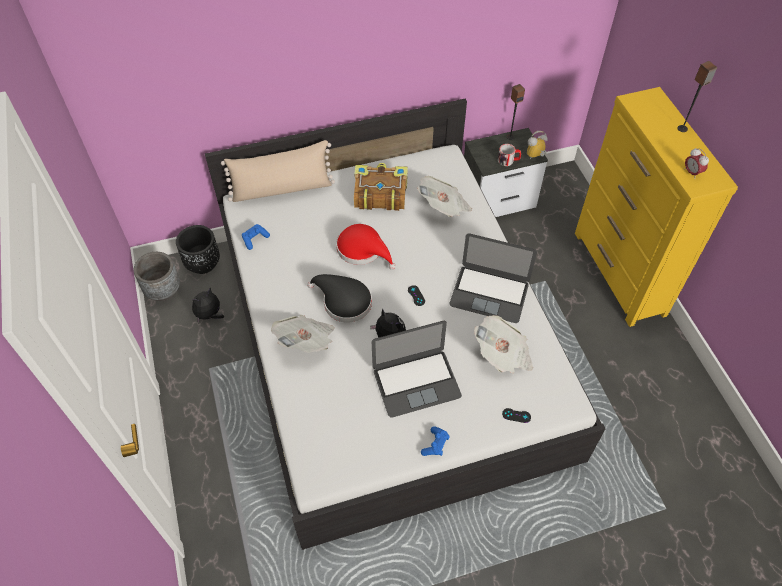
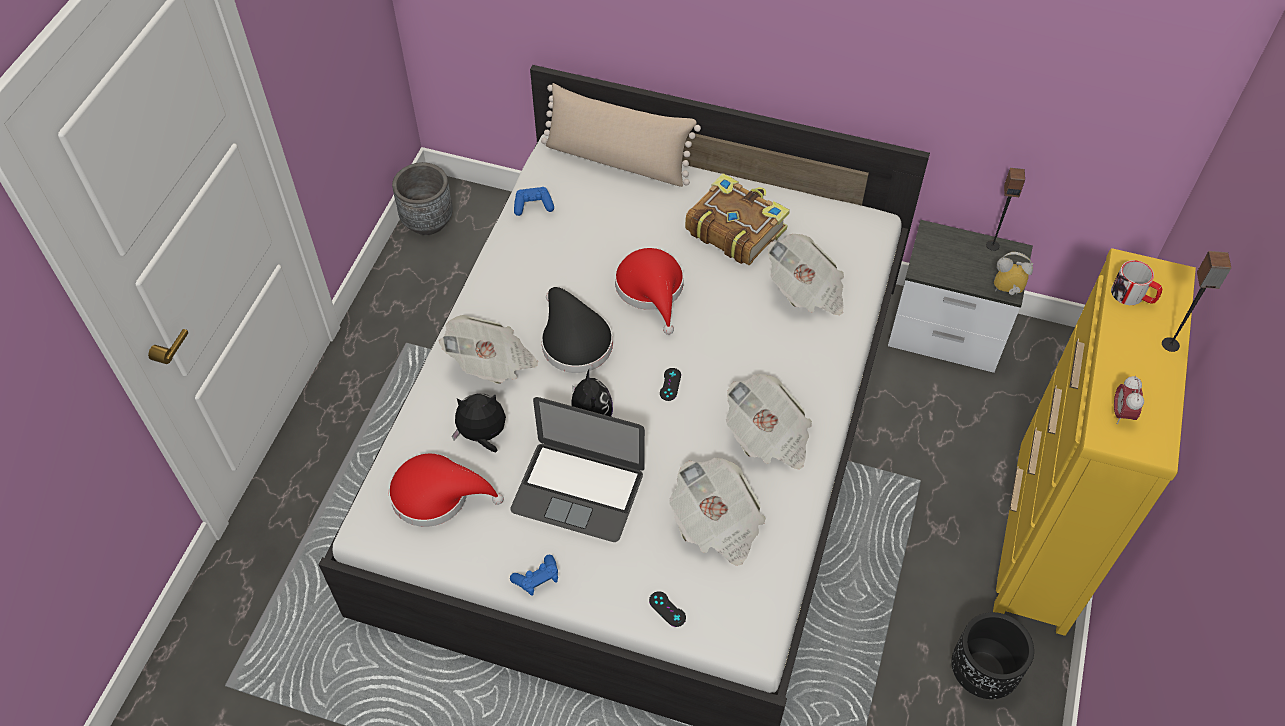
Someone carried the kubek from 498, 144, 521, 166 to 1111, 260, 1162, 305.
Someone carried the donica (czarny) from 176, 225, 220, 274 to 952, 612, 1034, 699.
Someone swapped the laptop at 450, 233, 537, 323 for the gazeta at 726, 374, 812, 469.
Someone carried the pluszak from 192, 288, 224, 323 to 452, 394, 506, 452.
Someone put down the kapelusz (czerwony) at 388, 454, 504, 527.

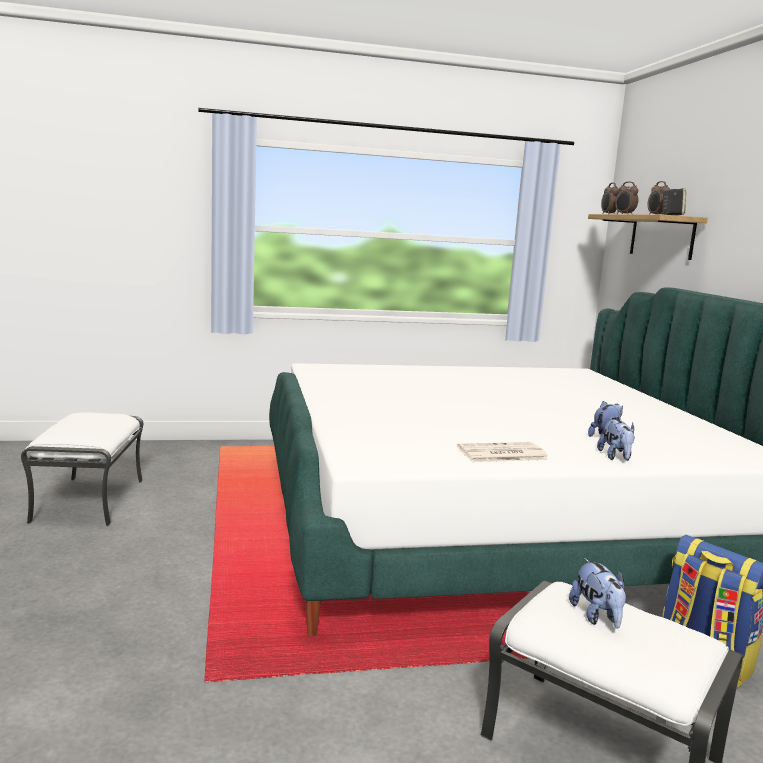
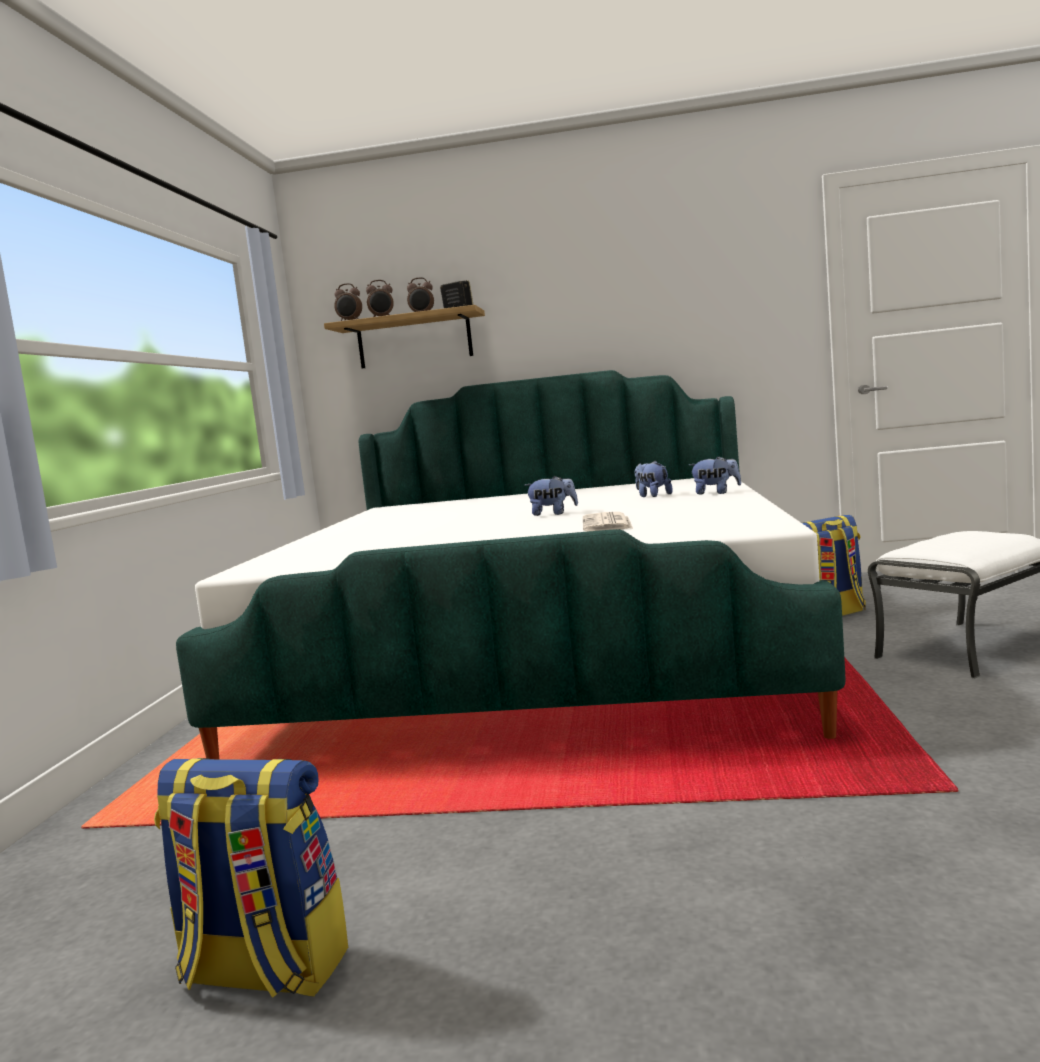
Someone swapped the pufa (biały) at 21, 412, 143, 526 for the plecak at 154, 758, 348, 998.
Someone carried the gazeta from 457, 442, 549, 462 to 583, 512, 633, 532.
Someone carried the pluszak from 569, 558, 626, 628 to 524, 476, 578, 516.

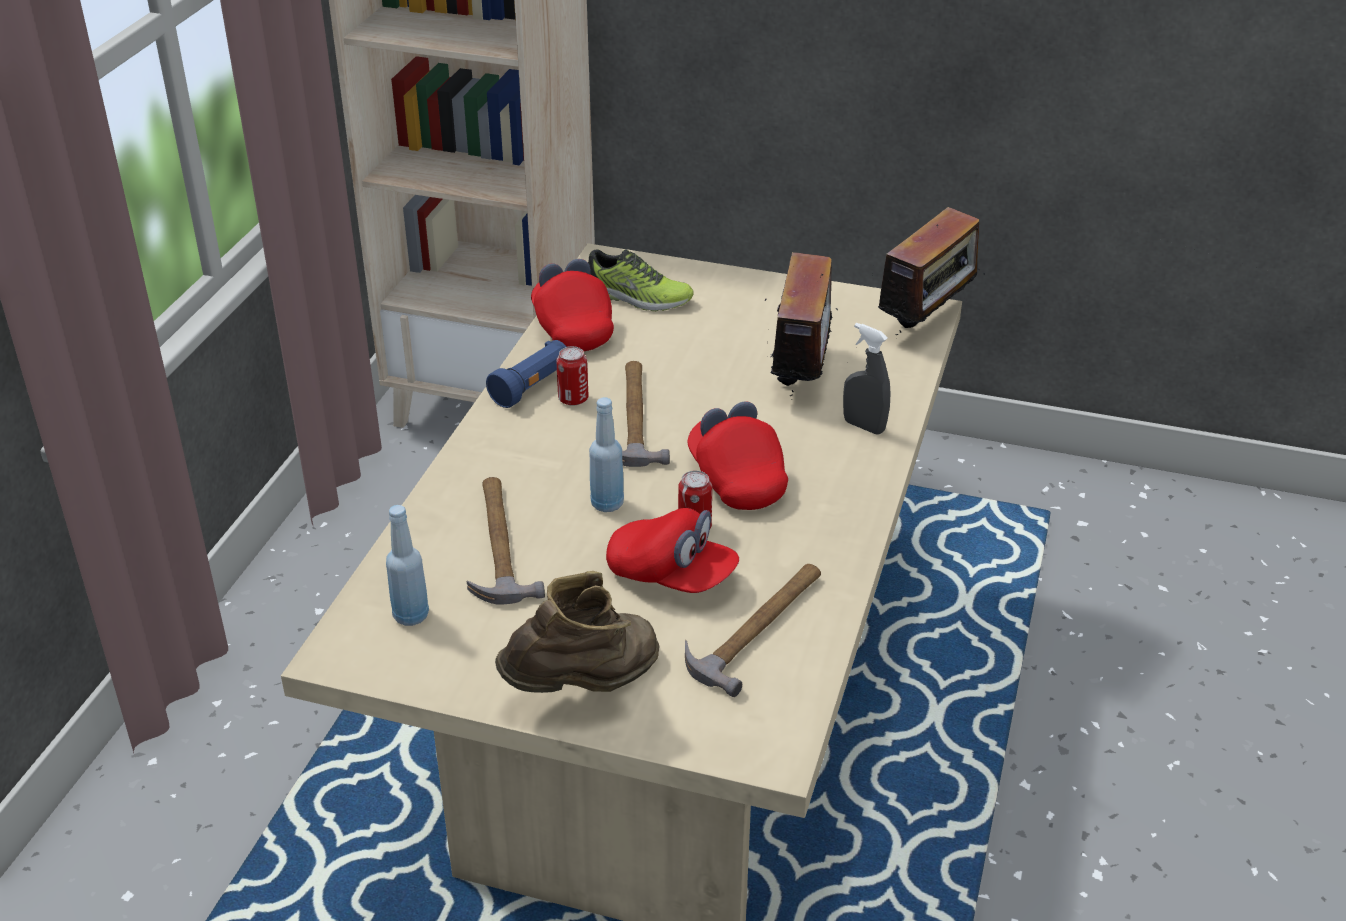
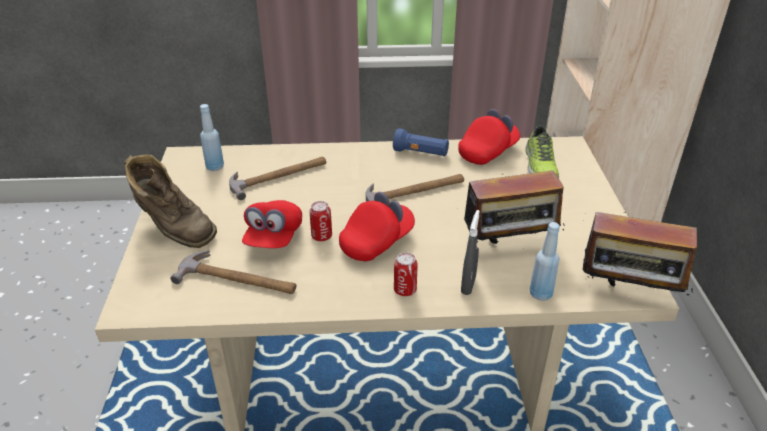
Someone carried the puszka from 557, 346, 588, 406 to 394, 252, 418, 296.
Someone carried the butelka (niebieski) from 589, 397, 624, 512 to 530, 222, 560, 301.

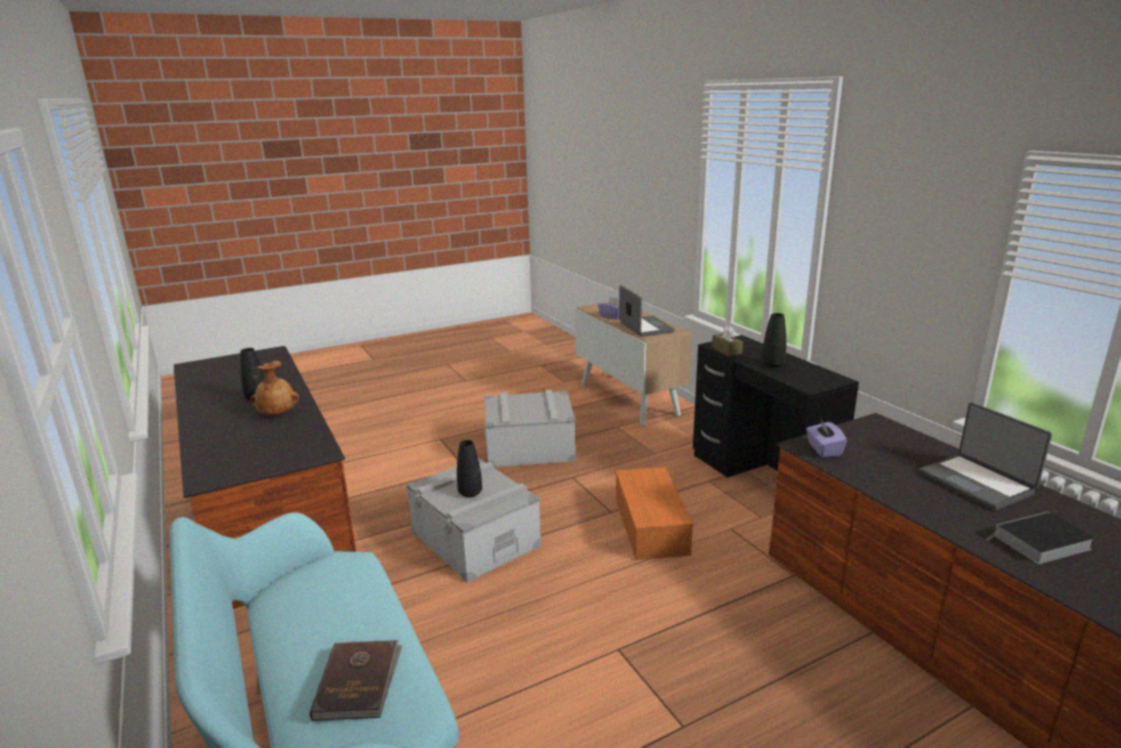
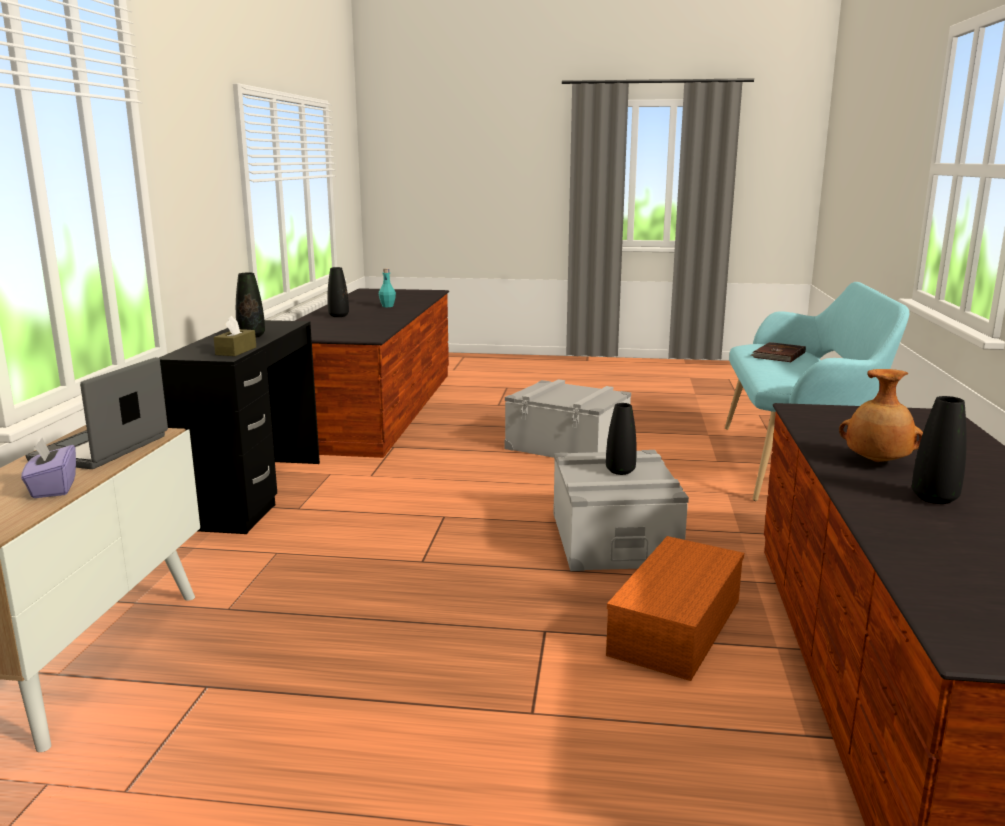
Someone carried the pojemnik do przechowywania (szary) from 485, 390, 576, 467 to 505, 379, 631, 458.
Someone swapped the laptop at 919, 402, 1052, 511 for the wazon (czarny) at 327, 267, 349, 317.
Someone took away the pudełko chusteczek (fioletowy) at 806, 418, 847, 457.
Someone carried the pojemnik do przechowywania (pomarańczowy) from 615, 467, 693, 560 to 606, 536, 744, 681.
Someone swapped the książka at 986, 512, 1095, 564 for the butelka (turkusowy) at 379, 268, 396, 307.

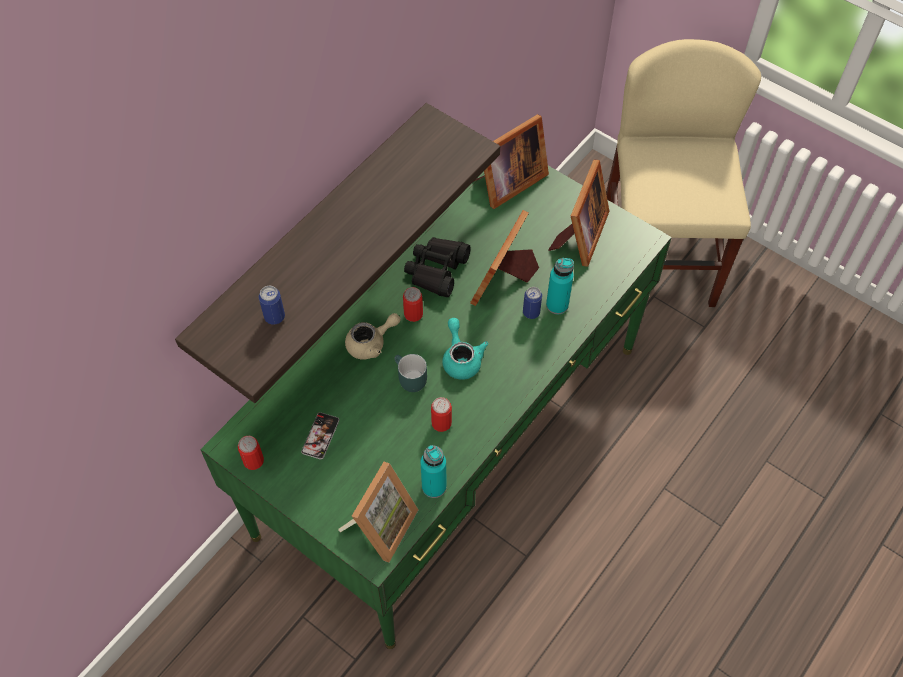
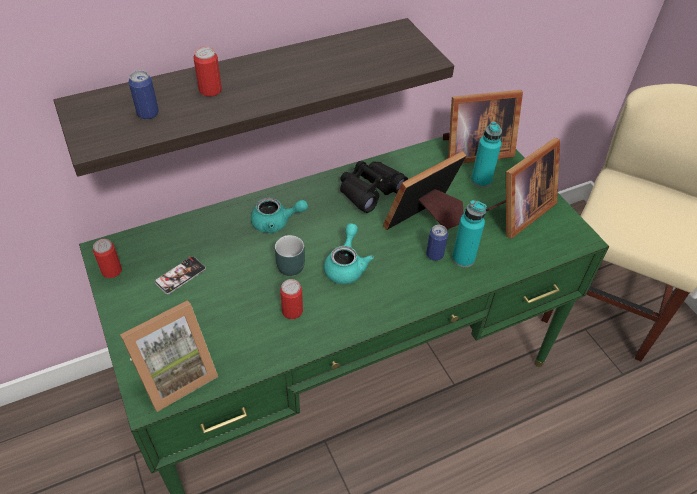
Someone carried the puszka from 403, 287, 423, 322 to 194, 47, 222, 97.
Someone repainted the imbryk (beżowy) at 345, 313, 400, 360, which became the imbryk (turkusowy) at 251, 197, 308, 233.
Someone carried the butelka (turkusowy) from 420, 445, 447, 498 to 471, 122, 502, 187.

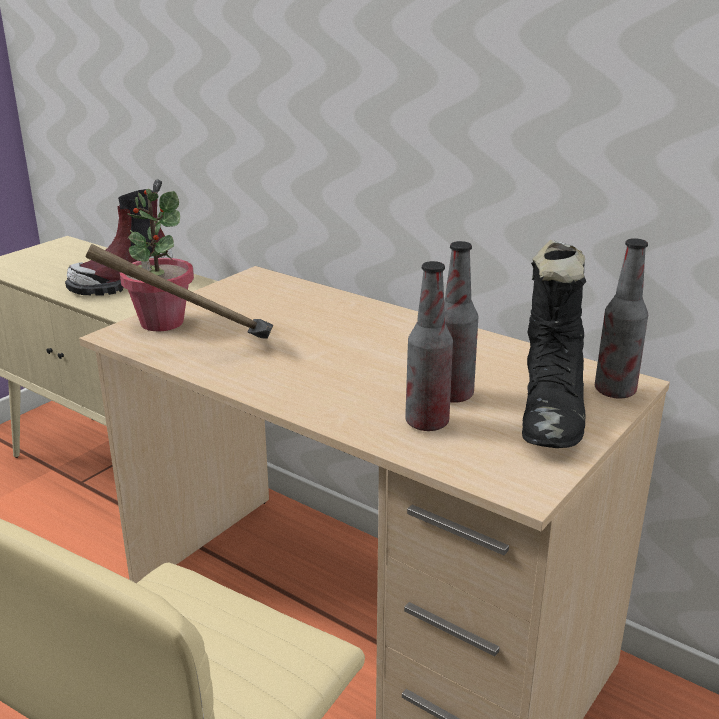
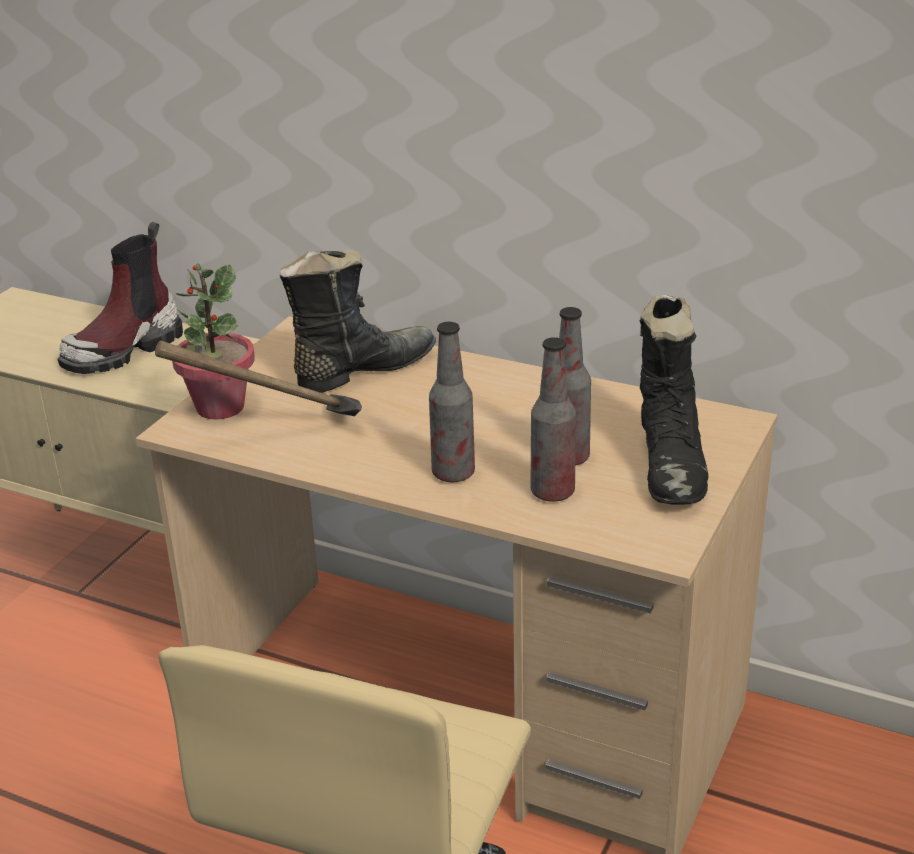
Someone carried the butelka from 595, 238, 648, 398 to 429, 322, 475, 482.
Someone put down the but z cholewką (czarny) at 280, 250, 436, 393.

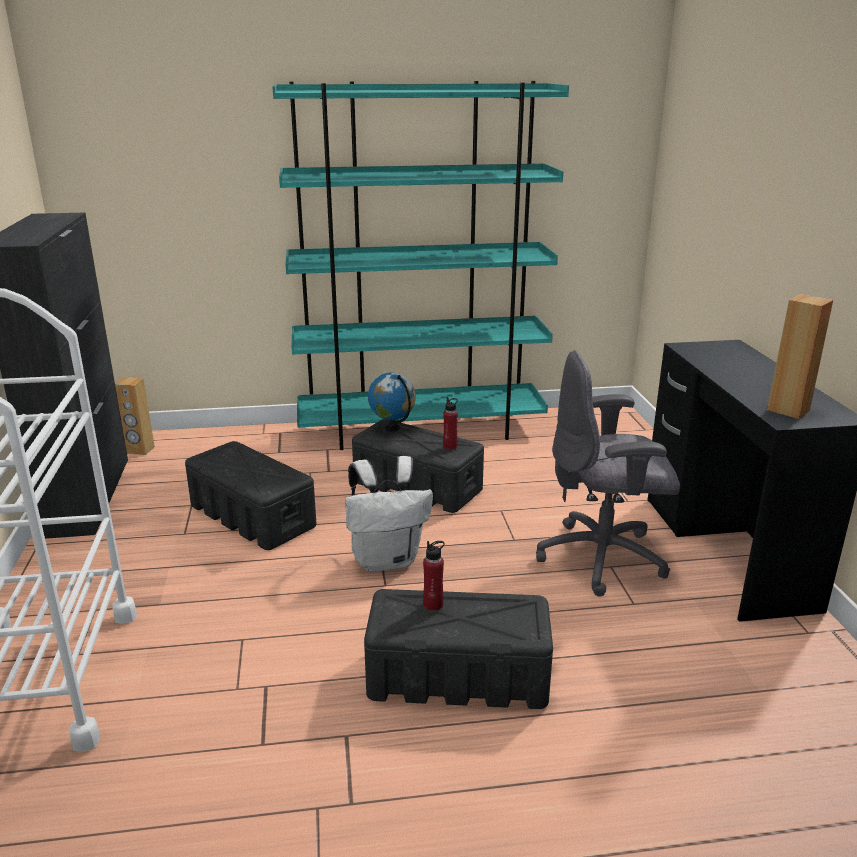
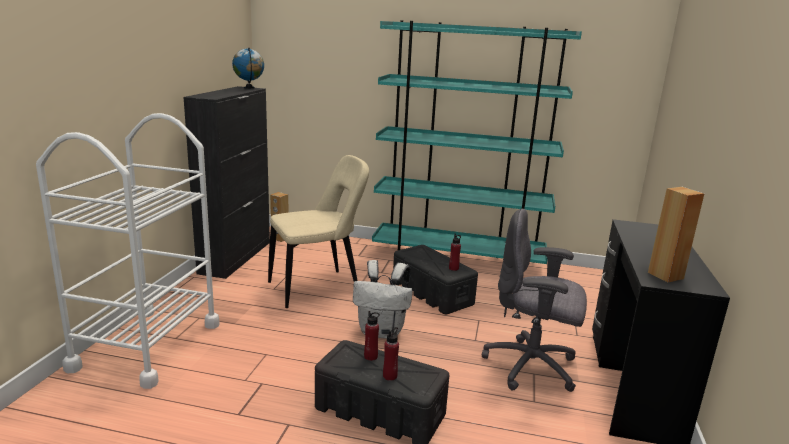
Someone carried the globus from 368, 373, 416, 432 to 232, 48, 264, 89.
Someone swapped the pojemnik do przechowywania (czarny) at 185, 441, 317, 550 for the krzesło (beżowy) at 268, 155, 369, 308.
Someone put down the butelka (czerwony) at 383, 327, 399, 381.

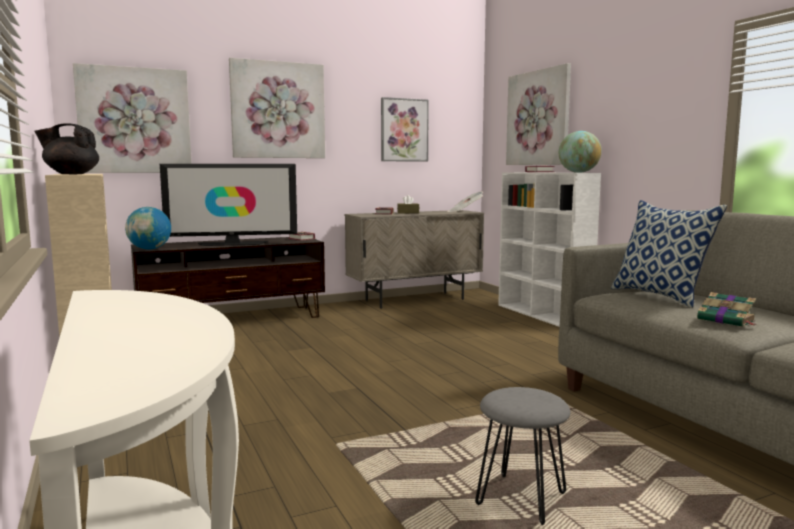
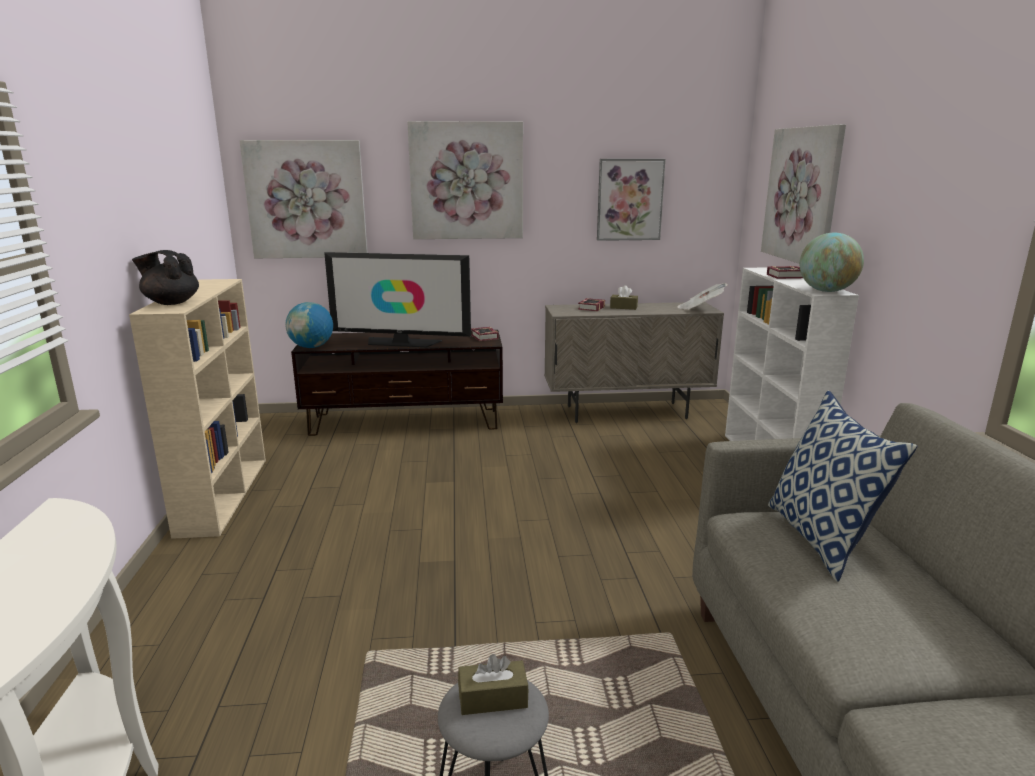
Someone took away the książka at 697, 292, 756, 327.
Someone put down the pudełko chusteczek (brązowy) at 458, 654, 529, 715.

